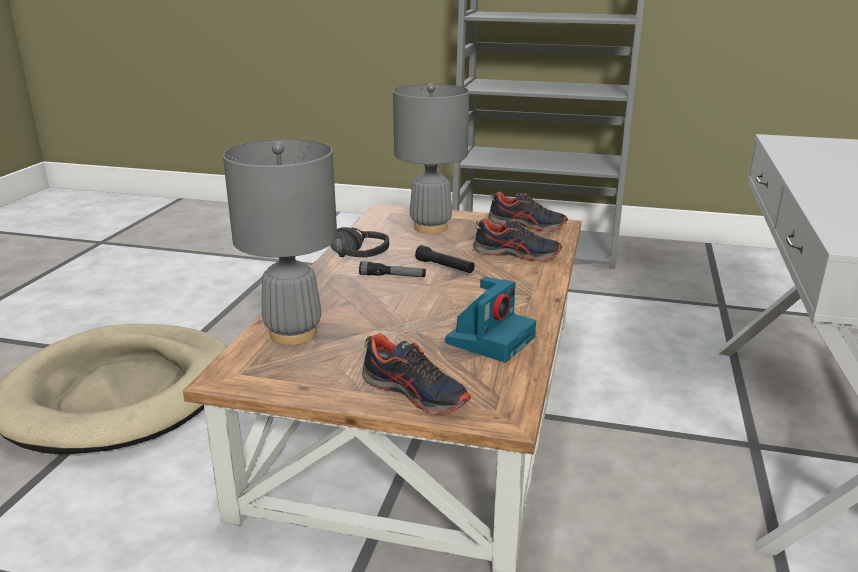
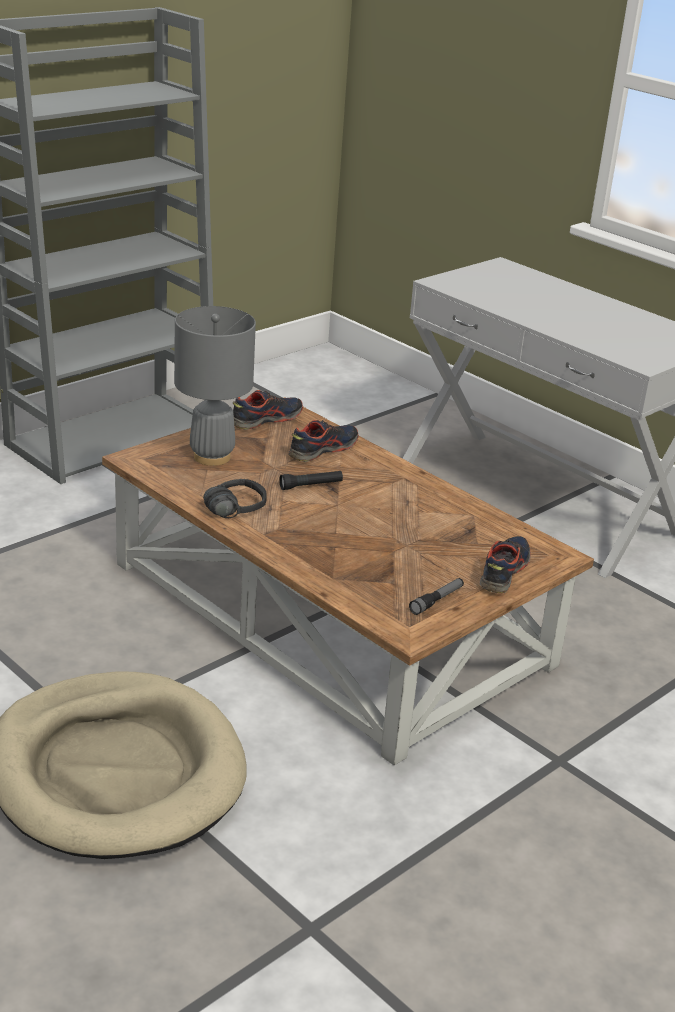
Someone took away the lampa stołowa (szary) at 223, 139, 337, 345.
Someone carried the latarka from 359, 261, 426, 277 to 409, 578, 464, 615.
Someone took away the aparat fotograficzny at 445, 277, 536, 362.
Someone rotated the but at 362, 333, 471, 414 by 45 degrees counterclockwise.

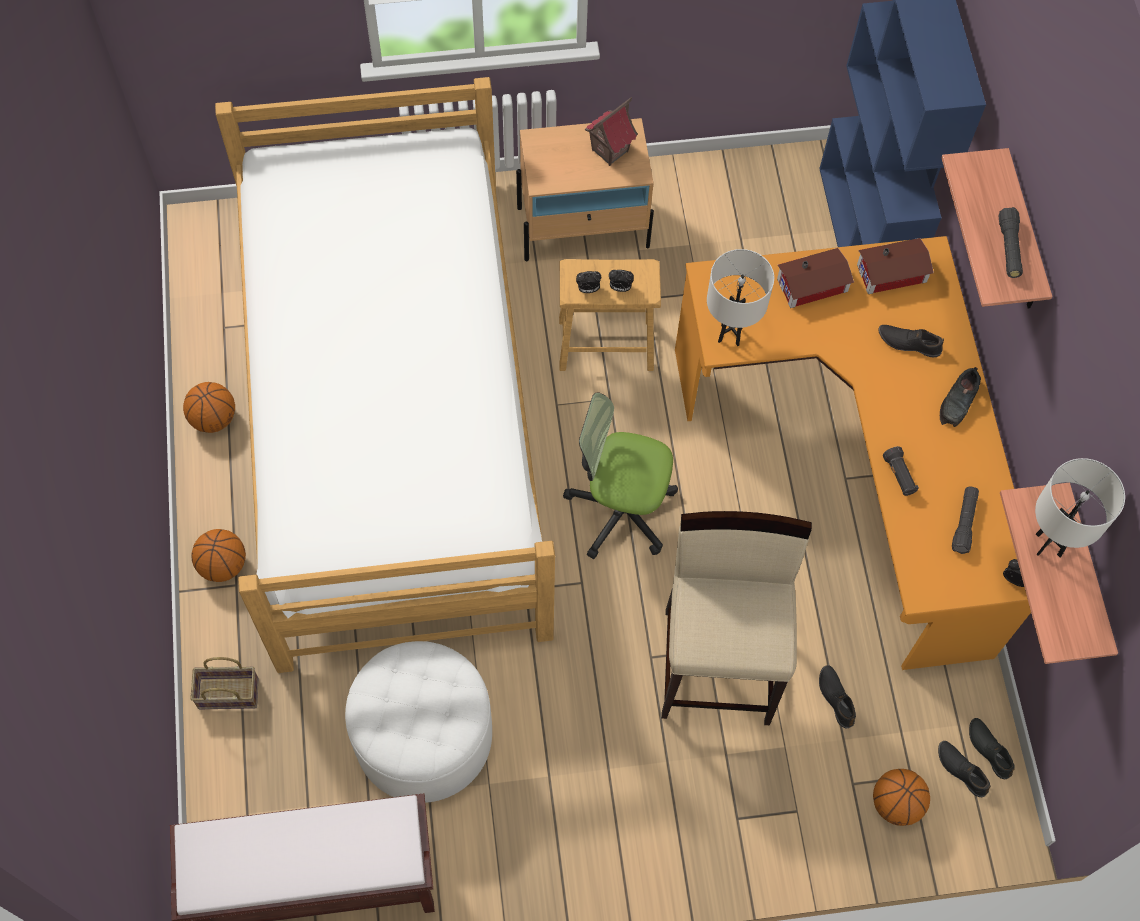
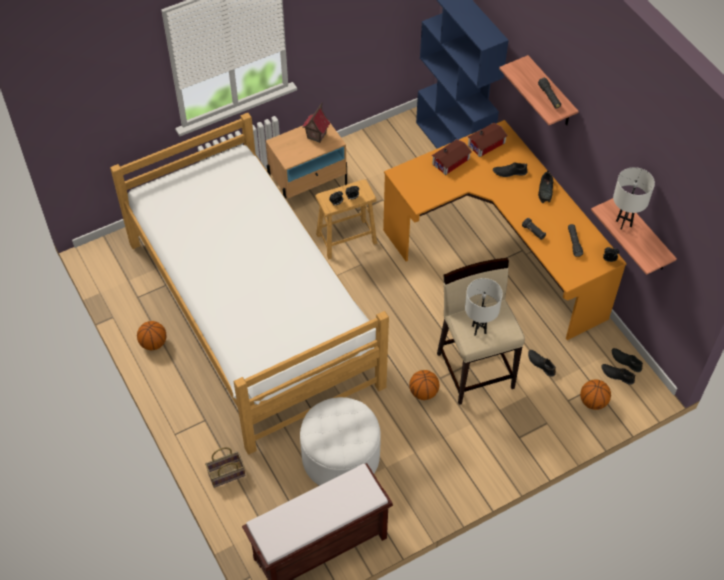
Someone carried the lampa stołowa (biały) from 707, 249, 774, 346 to 465, 278, 503, 336.
Someone took away the krzesło biurowe at 563, 392, 678, 559.
Someone carried the piłka do koszykówki from 191, 529, 246, 582 to 409, 370, 439, 400.

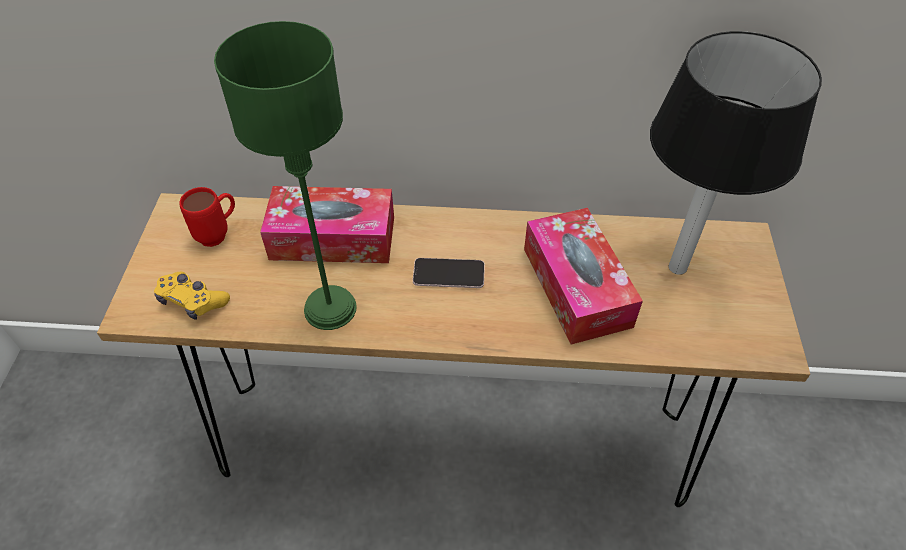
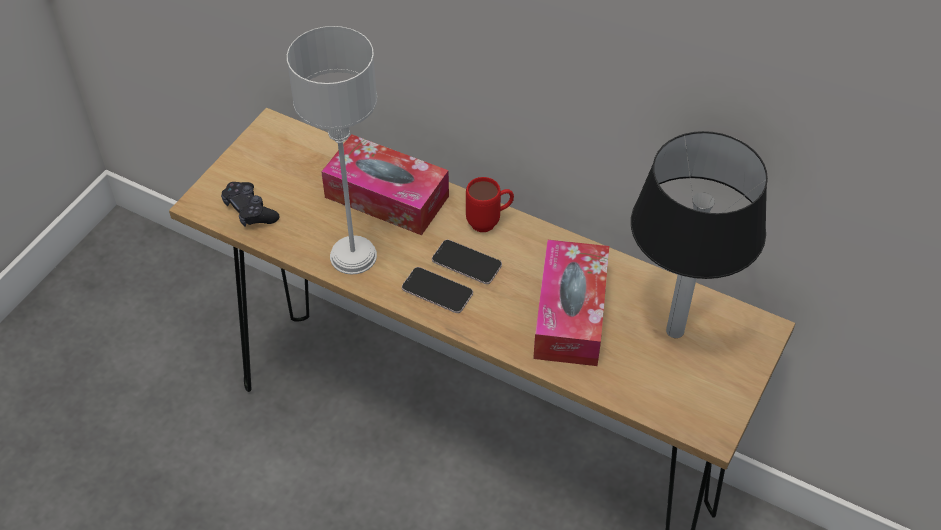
Someone repainted the lampa stołowa (zielony) at 214, 21, 357, 330, which became the lampa stołowa (szary) at 287, 26, 377, 275.
Someone carried the kubek (czerwony) from 180, 187, 235, 247 to 466, 177, 514, 232.
Someone repainted the pad do gier (żółty) at 154, 272, 230, 320, which became the pad do gier (czarny) at 221, 182, 279, 227.
Someone put down the telefon at 402, 267, 473, 313.

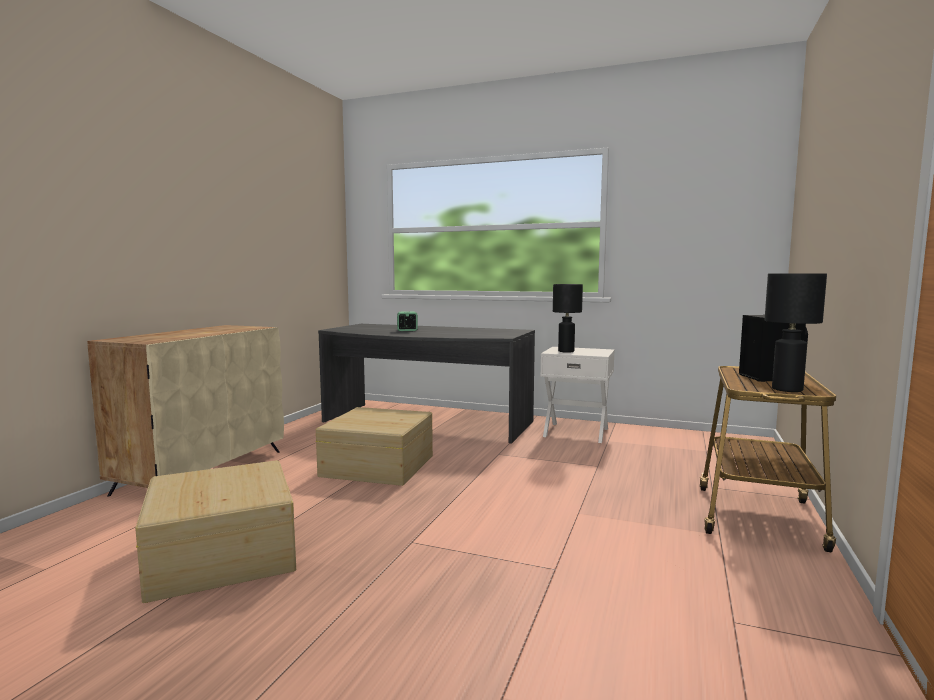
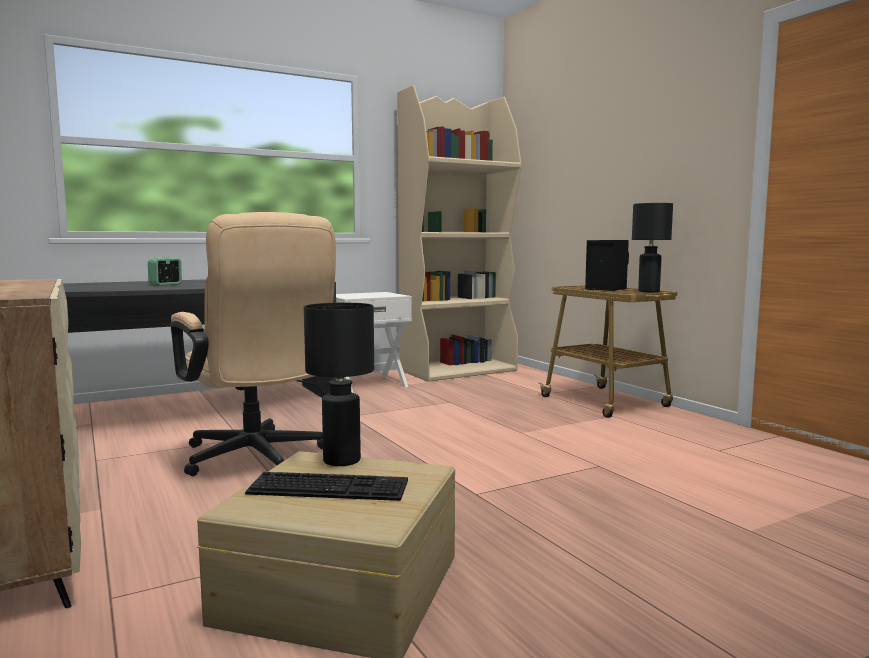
Someone carried the lampa stołowa (czarny) from 553, 284, 583, 353 to 304, 303, 374, 466.
Someone swapped the pojemnik do przechowywania (beżowy) at 315, 407, 433, 486 for the krzesło biurowe (beżowy) at 170, 212, 336, 476.
Someone put down the regał (beżowy) at 397, 85, 521, 382.
Someone put down the klawiatura at 245, 472, 408, 501.

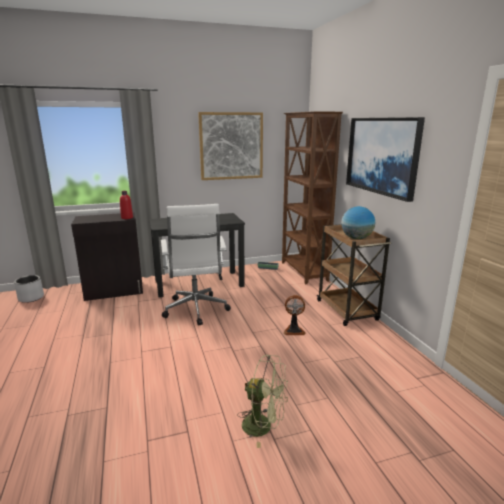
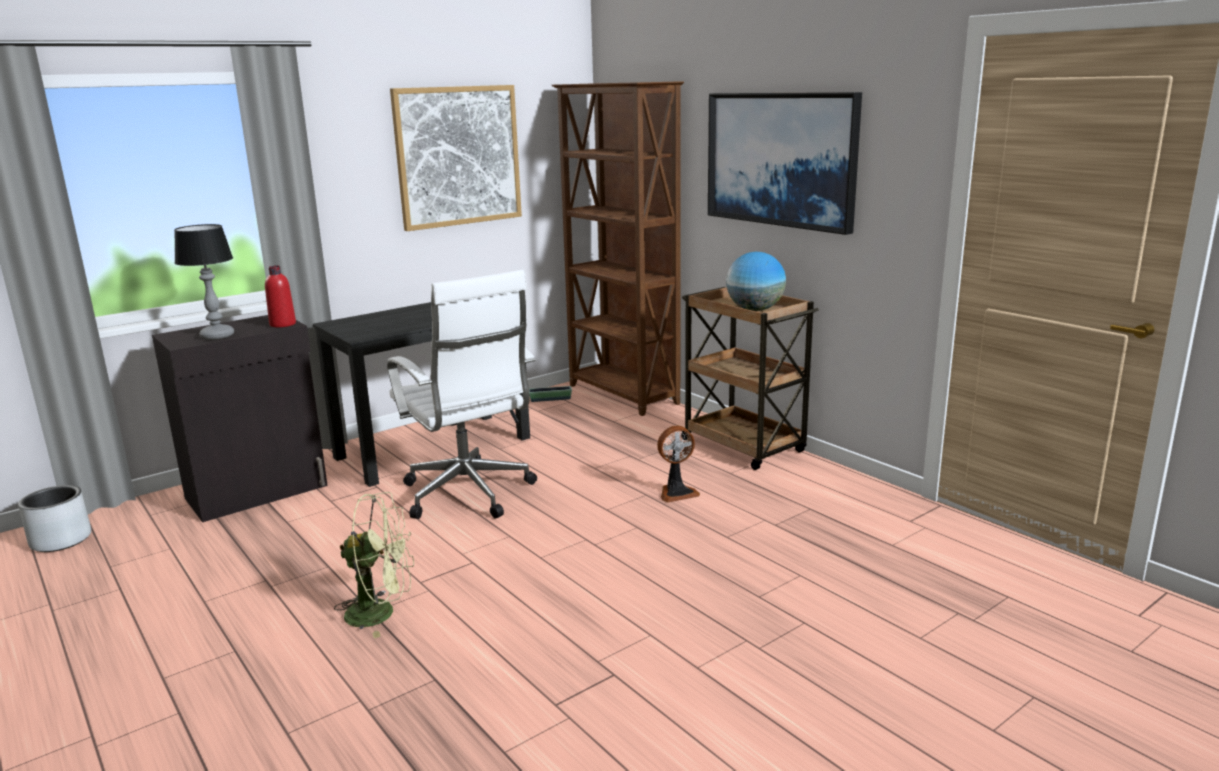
Someone carried the wentylator (zielony) from 237, 355, 288, 448 to 334, 492, 414, 638.
Someone put down the lampa stołowa at 174, 224, 234, 340.

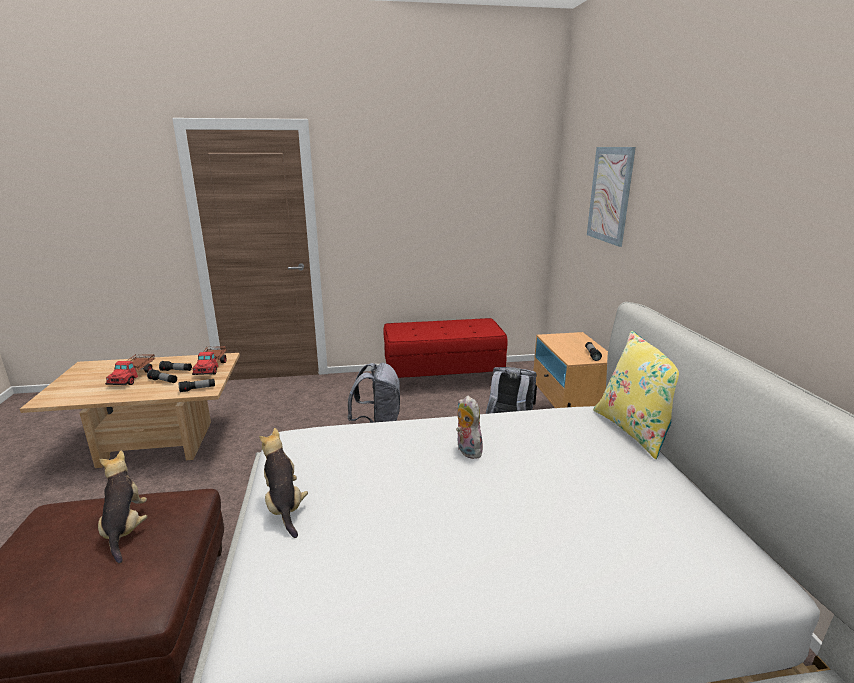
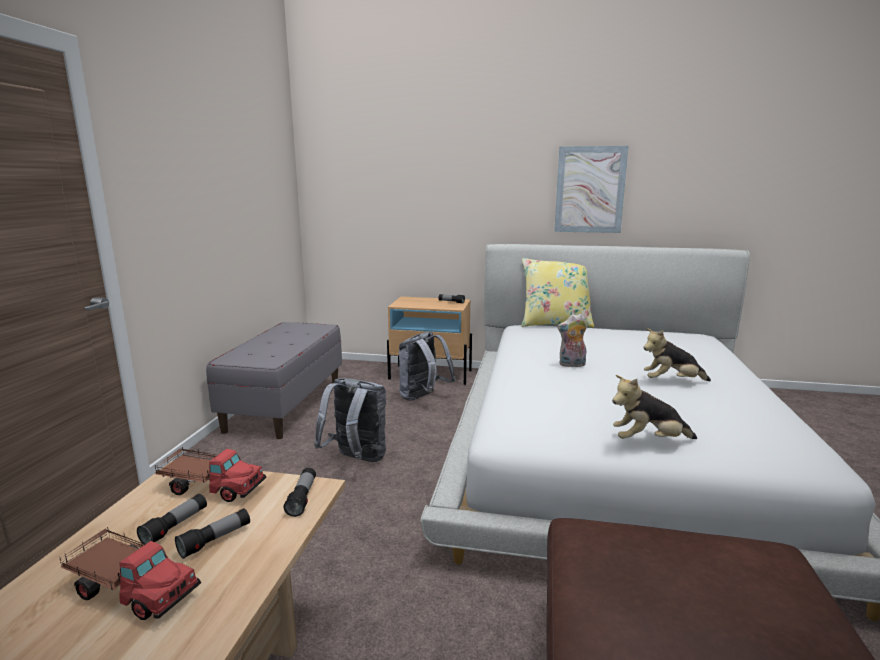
Someone carried the obraz from 587, 147, 636, 247 to 554, 146, 629, 233.
Someone repainted the ławka (czerwony) at 384, 318, 508, 378, which became the ławka (szary) at 206, 322, 342, 439.
Someone carried the pluszak from 98, 451, 147, 563 to 643, 328, 711, 381.

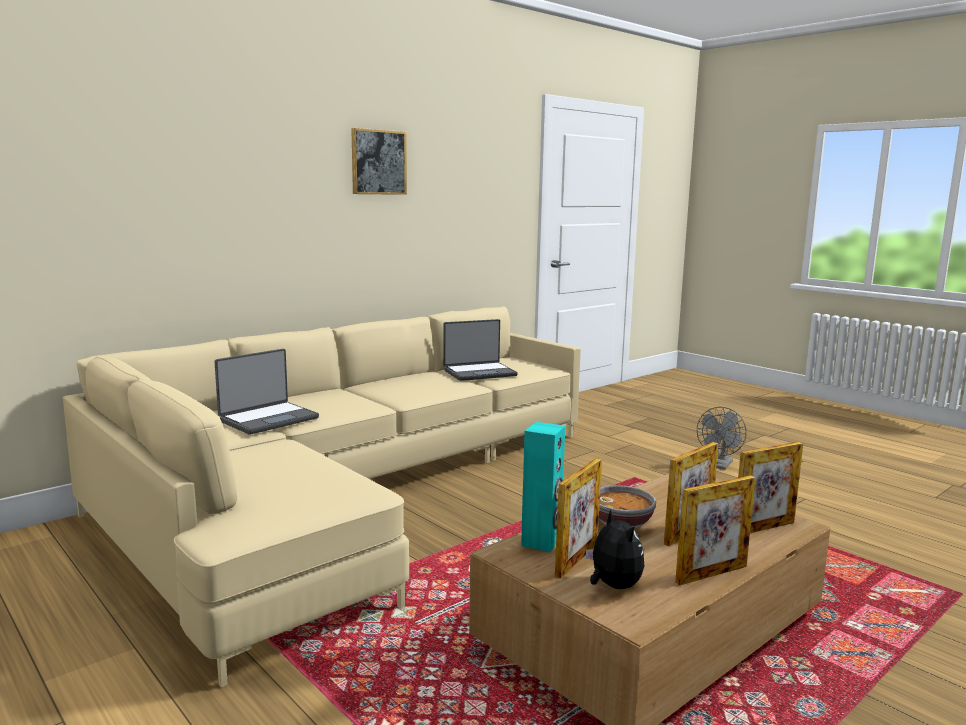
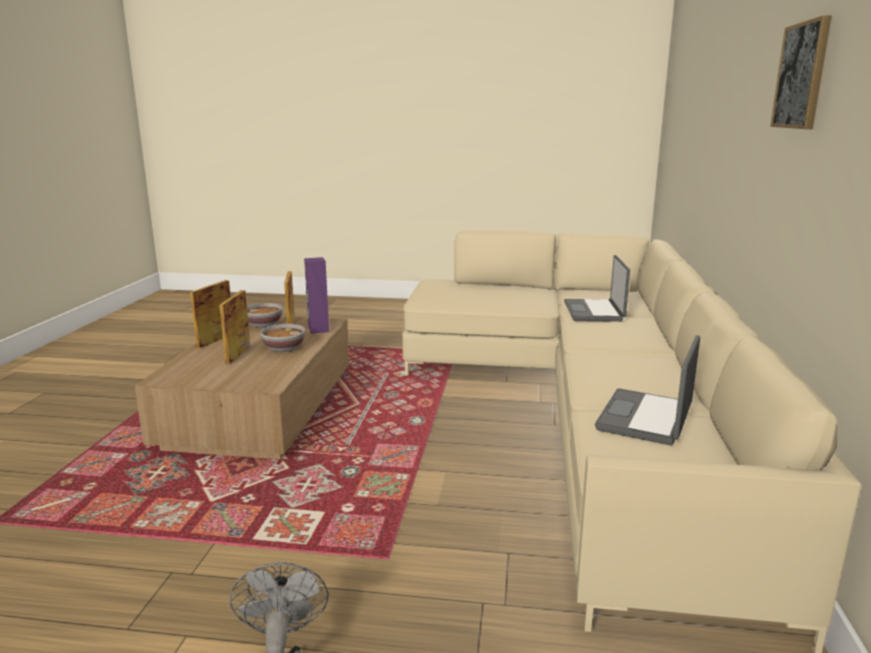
Someone repainted the głośnik (turkusowy) at 521, 422, 565, 552, which became the głośnik (fioletowy) at 304, 257, 329, 334.
Someone took away the ramka na zdjęcie at 738, 442, 803, 533.
Someone swapped the pluszak at 586, 509, 644, 589 for the miska at 247, 303, 283, 328.

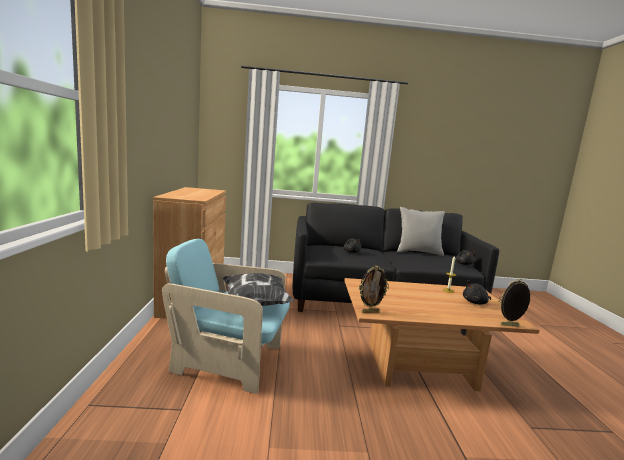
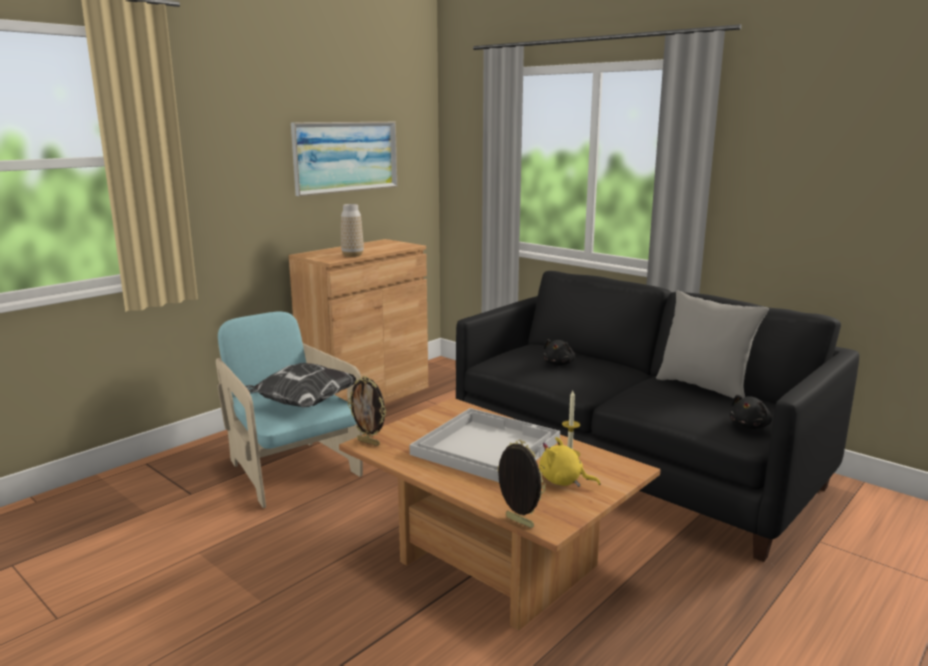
Someone repainted the pluszak (czarny) at 463, 280, 491, 305, which became the pluszak (żółty) at 539, 437, 600, 487.
Someone put up the obraz at 291, 122, 397, 196.
Someone put down the wazon at 341, 204, 364, 257.
Someone put down the taca (biały) at 410, 408, 560, 482.

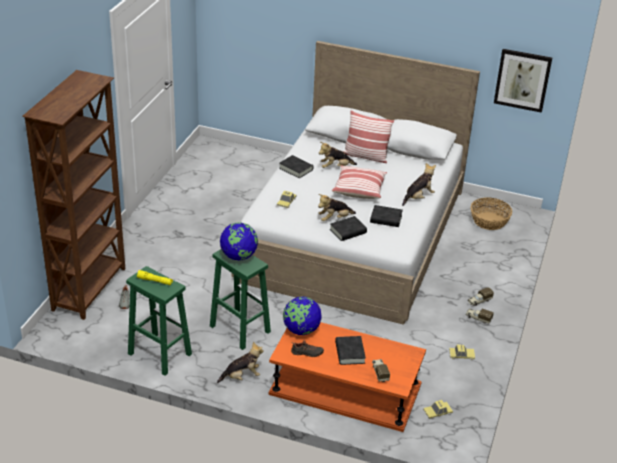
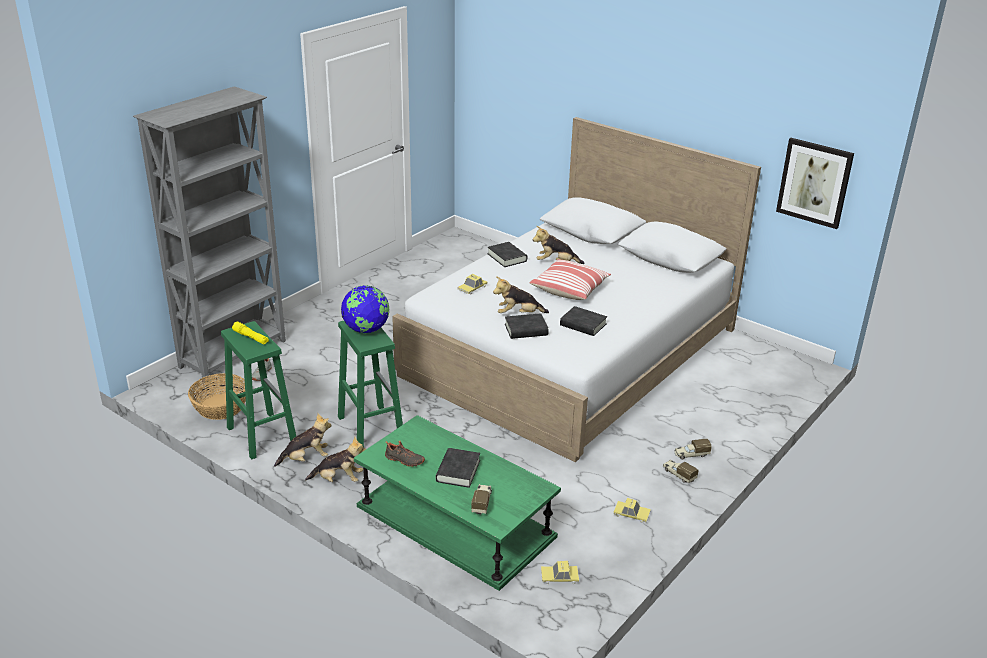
Someone repainted the regał (brązowy) at 22, 70, 125, 320, which became the regał (szary) at 133, 86, 286, 382.
Someone took away the poduszka at 343, 110, 394, 163.
Someone carried the pluszak from 402, 163, 436, 206 to 274, 413, 332, 467.
Someone carried the koszyk from 471, 197, 512, 230 to 188, 373, 246, 420.
Someone took away the globus at 283, 296, 322, 335.
Someone repainted the ława (pomarańczowy) at 268, 322, 426, 432, which became the ława (zielony) at 354, 415, 561, 591.

